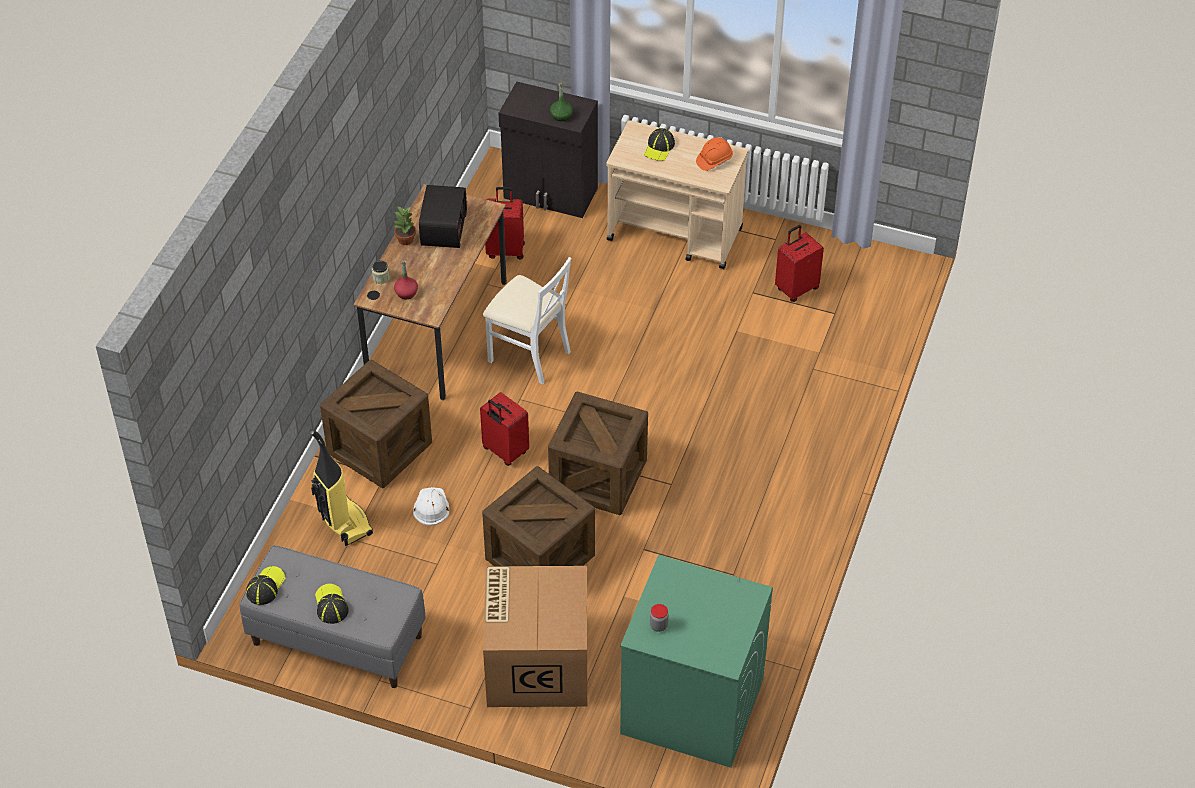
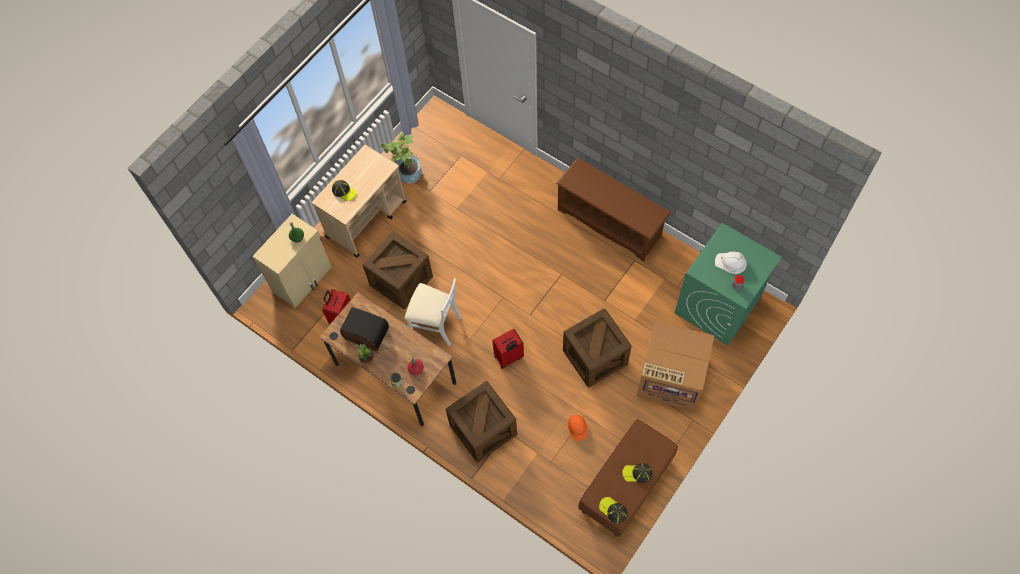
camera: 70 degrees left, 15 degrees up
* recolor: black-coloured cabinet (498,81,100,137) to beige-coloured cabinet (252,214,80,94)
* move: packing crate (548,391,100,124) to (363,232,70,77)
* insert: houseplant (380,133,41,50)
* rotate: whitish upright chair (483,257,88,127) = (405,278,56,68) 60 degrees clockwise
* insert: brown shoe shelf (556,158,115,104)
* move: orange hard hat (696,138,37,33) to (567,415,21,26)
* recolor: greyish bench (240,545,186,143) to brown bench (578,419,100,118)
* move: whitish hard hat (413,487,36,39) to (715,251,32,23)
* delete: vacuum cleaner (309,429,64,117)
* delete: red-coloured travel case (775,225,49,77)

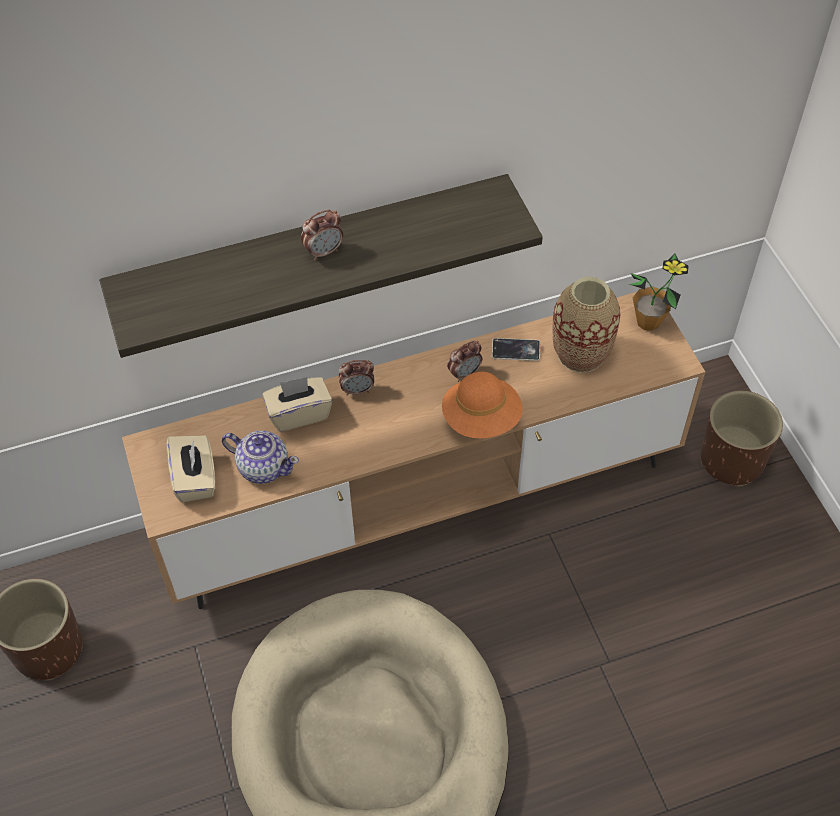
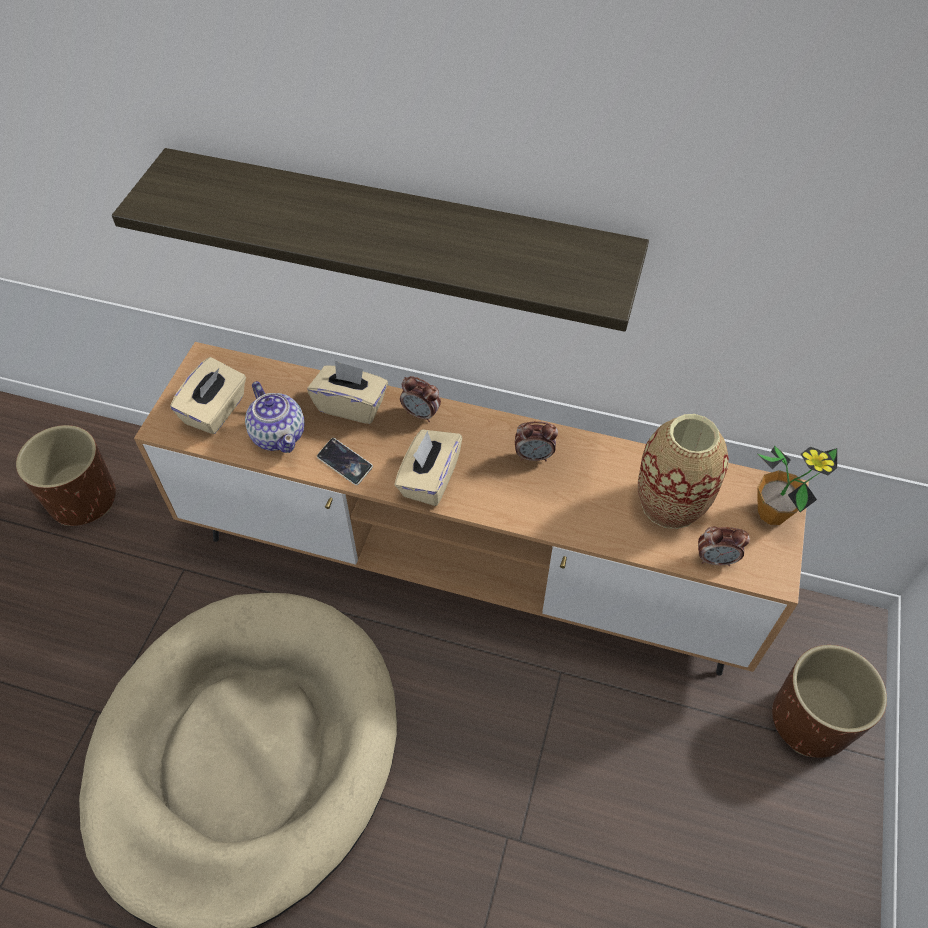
camera: 35 degrees right, 0 degrees up
* move: telephone (492,338,48,23) to (317,438,56,47)
* insert: beige-coloured tissue box (394,429,68,77)
* move: table clock (301,210,42,50) to (698,527,52,39)
* delete: orange wearable hat (442,372,81,67)

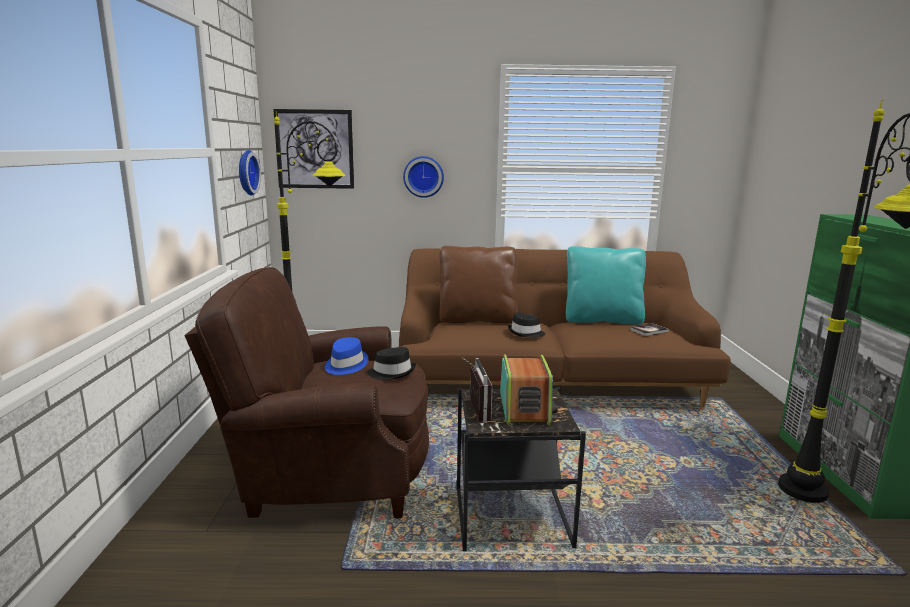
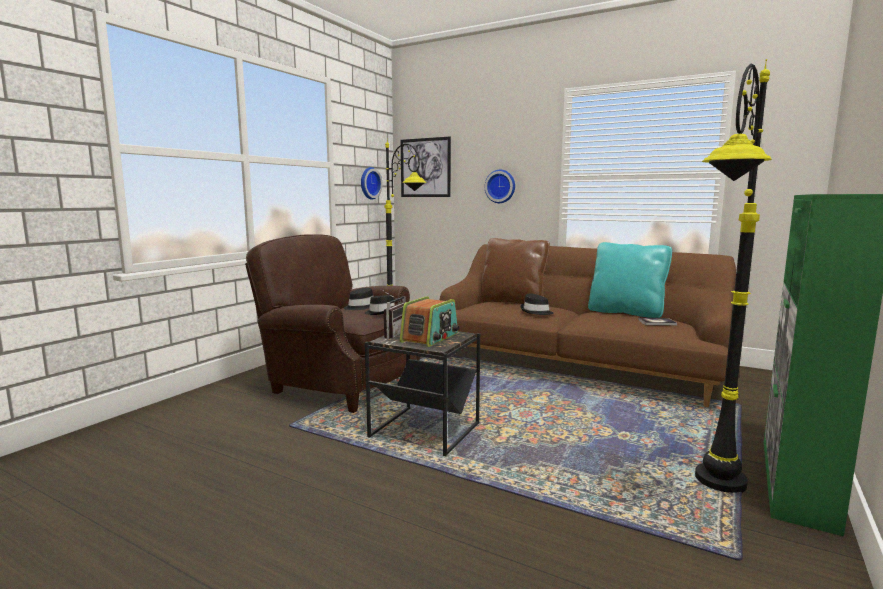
camera: 30 degrees right, 5 degrees down
* recolor: bluish wearable hat (325,337,44,38) to black-coloured wearable hat (344,288,29,22)

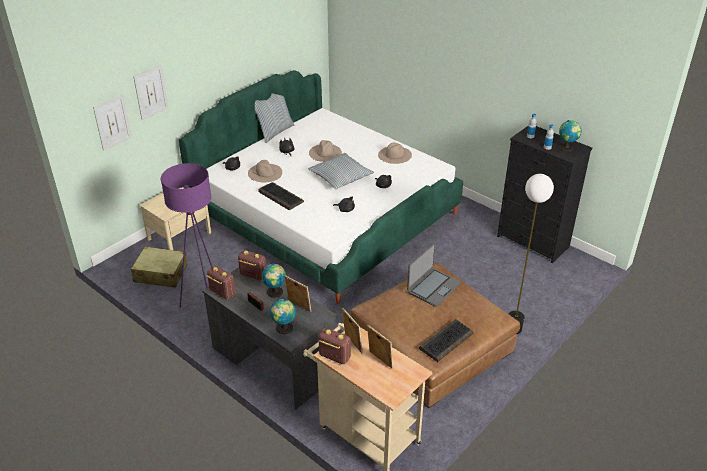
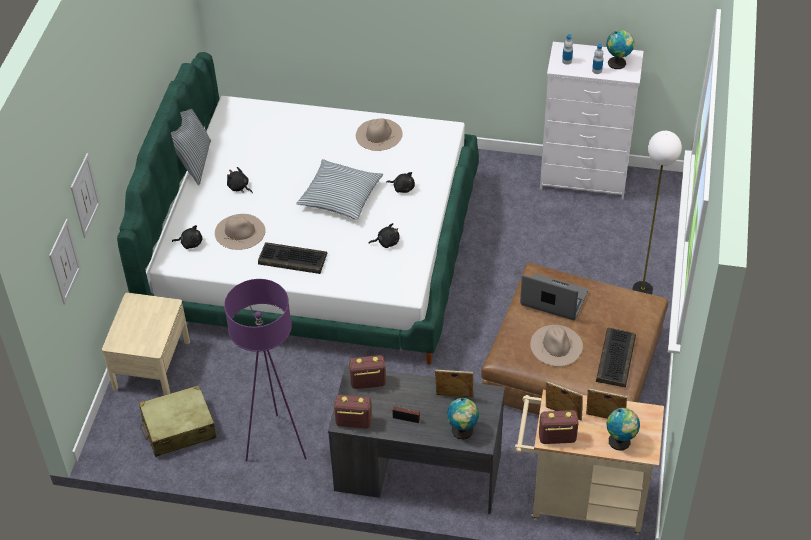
camera: 30 degrees left, 10 degrees up
* rotate: laptop (407,243,54,64) = (520,274,68,46) 75 degrees counterclockwise
* move: beige-coloured wearable hat (309,140,33,22) to (530,325,53,42)
* recolor: black-coloured chest of drawers (497,126,95,137) to whitish chest of drawers (540,42,104,157)
* move: desk globe (262,263,24,35) to (606,408,34,43)

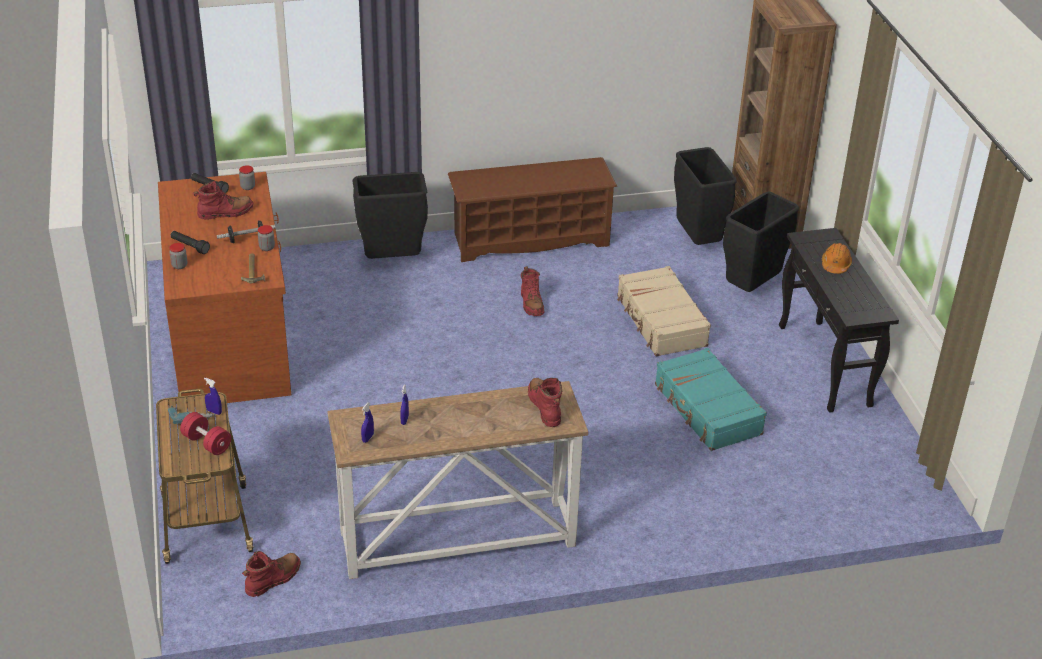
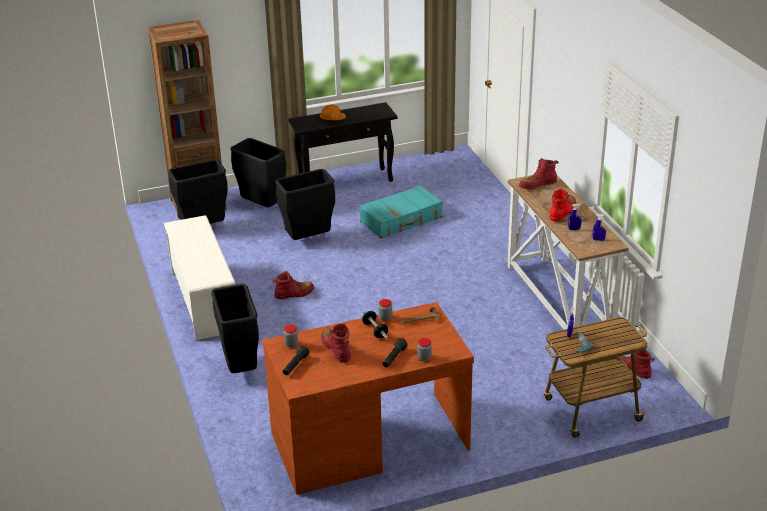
camera: 95 degrees left, 5 degrees down
* recolor: brown shoe shelf (448,157,170,105) to whitish shoe shelf (164,215,72,125)
* replace: beige-coloured travel case (617,266,94,91) to black-coloured waste bin (275,169,60,71)
* insert: red-coloured tall boot (550,189,26,33)
* delete: red-coloured hand weight (180,412,51,43)

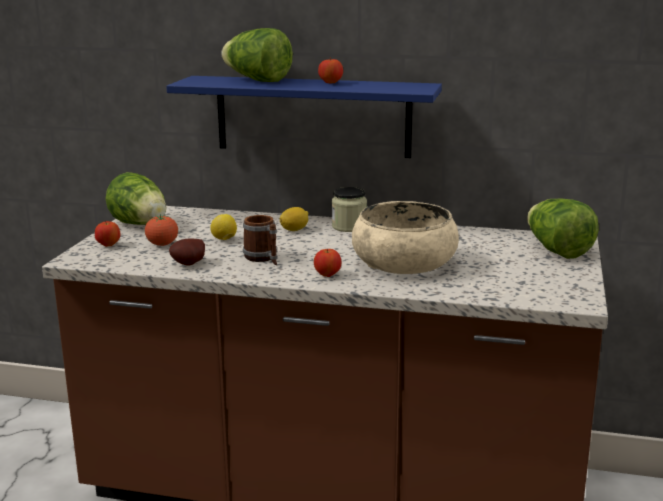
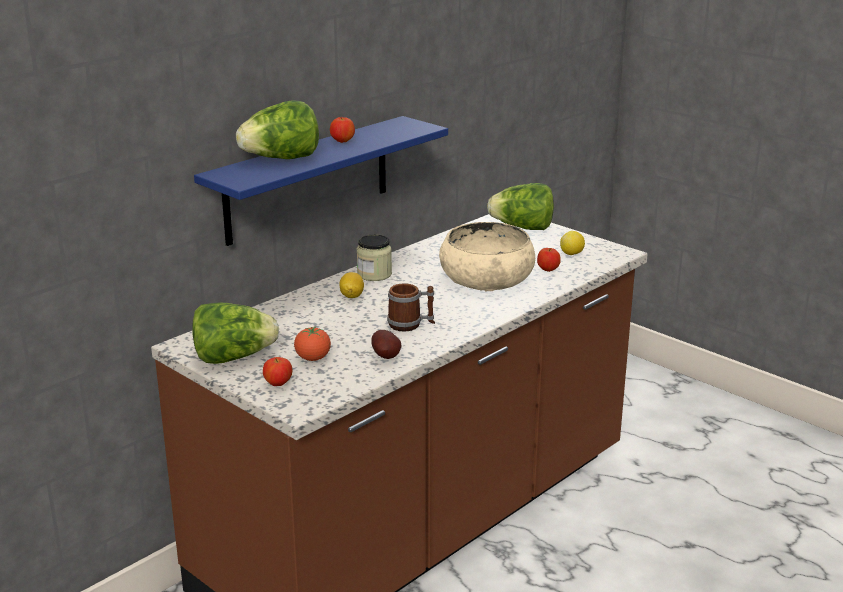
camera: 60 degrees left, 5 degrees up
* move: apple fruit (314,248,27,29) to (537,248,24,24)
* move: lemon (210,214,27,26) to (560,231,25,24)

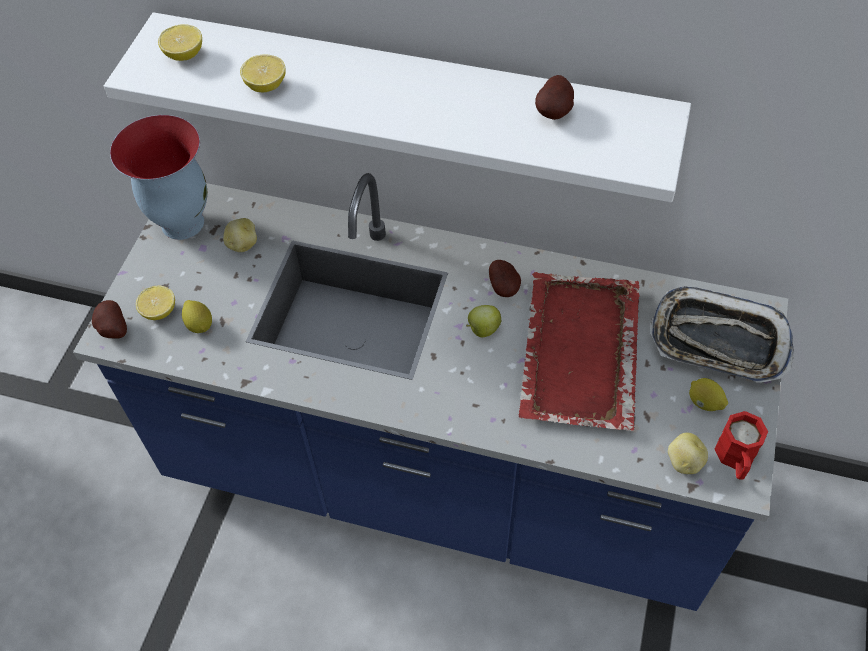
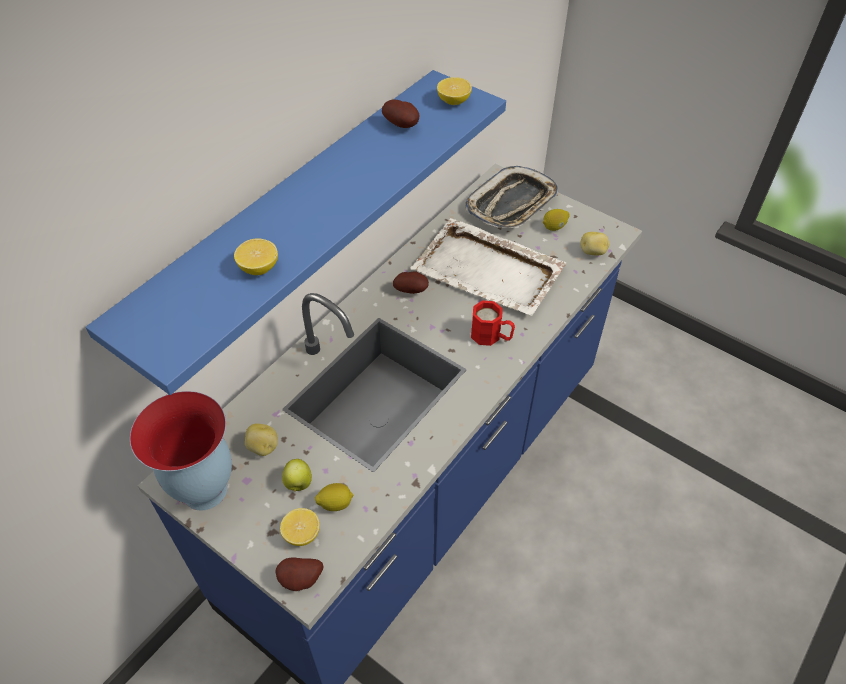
camera: 70 degrees left, 5 degrees down
* recolor: whitish bracket shelf (104,12,587,190) to bluish bracket shelf (86,70,420,325)
* move: apple fruit (466,305,35,32) to (282,459,30,33)
* recolor: red-coloured tray (518,272,122,159) to whitish tray (411,218,155,98)
* move: lemon (158,24,44,37) to (437,77,35,28)
* move: red-coloured tea mug (714,411,54,69) to (471,300,44,46)

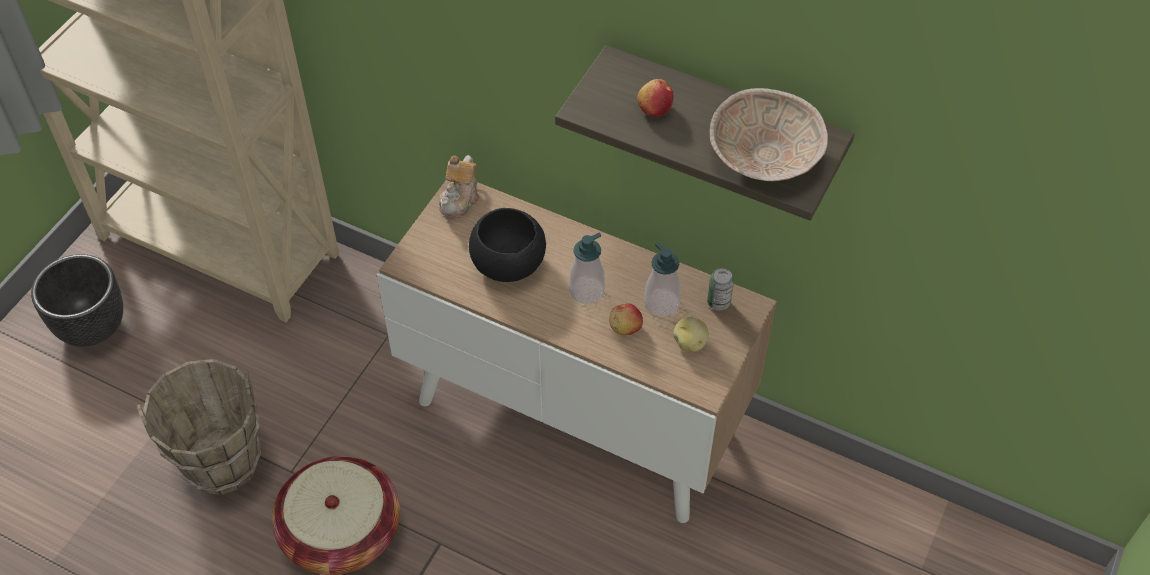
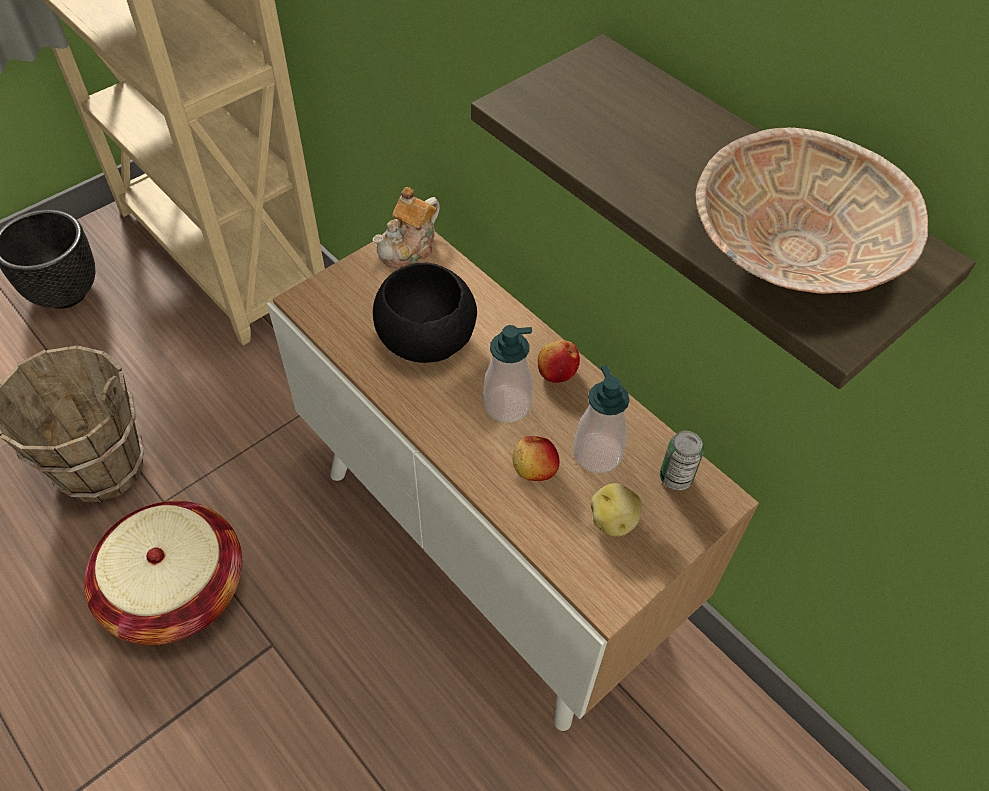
camera: 20 degrees right, 0 degrees up
* move: apple fruit (637,79,37,38) to (538,340,42,43)

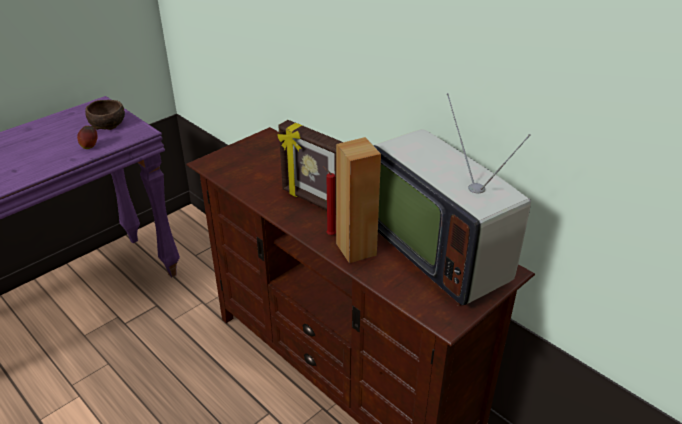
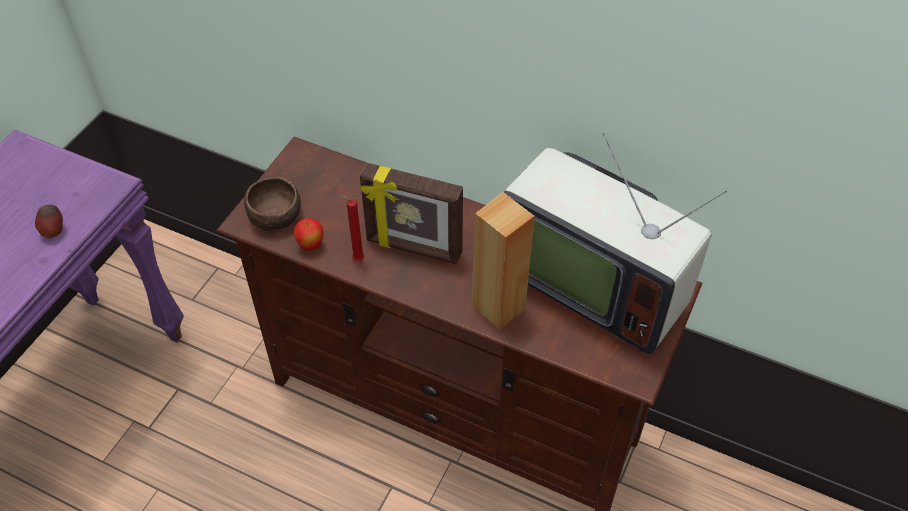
camera: 20 degrees left, 15 degrees up
* move: brown deep dish (85,100,40,30) to (244,177,57,54)
* insert: apple fruit (294,218,29,33)
* move: red-coloured candle (323,166,13,69) to (340,194,24,67)

